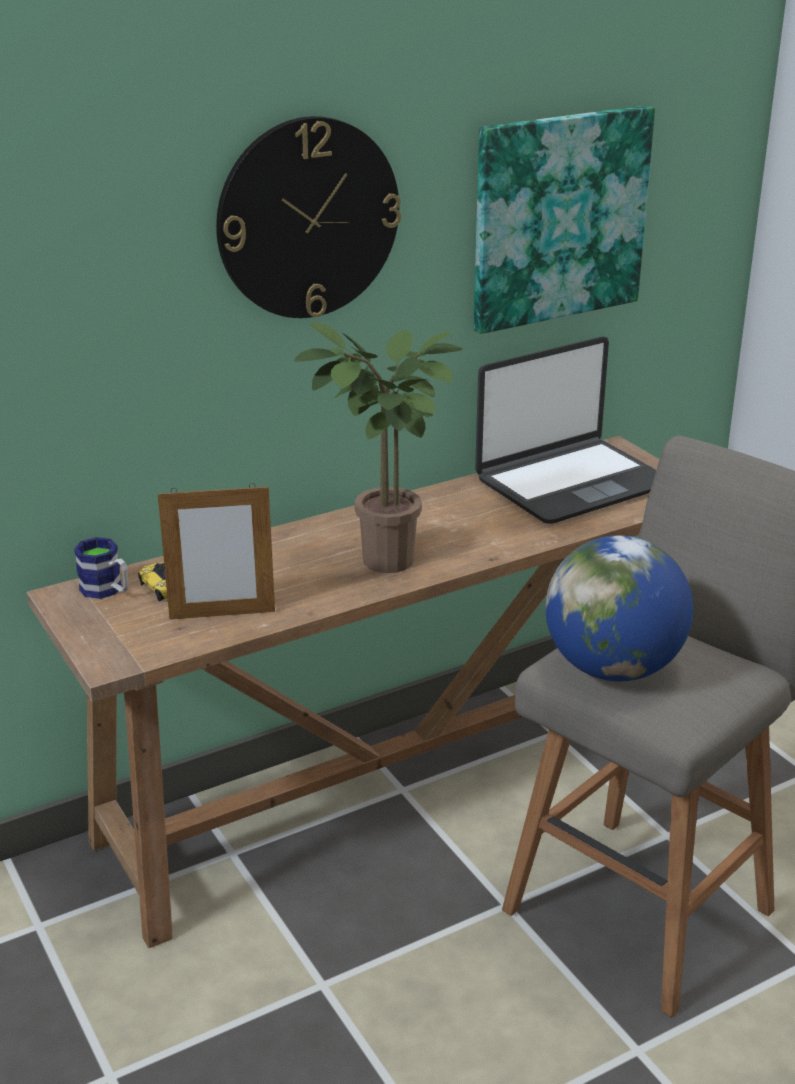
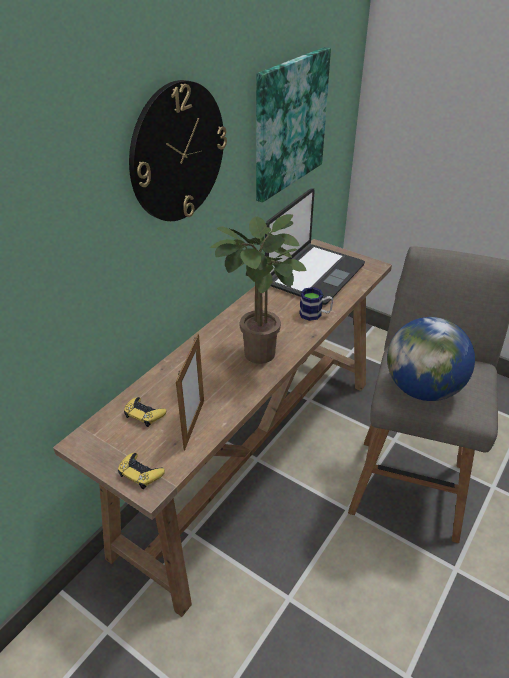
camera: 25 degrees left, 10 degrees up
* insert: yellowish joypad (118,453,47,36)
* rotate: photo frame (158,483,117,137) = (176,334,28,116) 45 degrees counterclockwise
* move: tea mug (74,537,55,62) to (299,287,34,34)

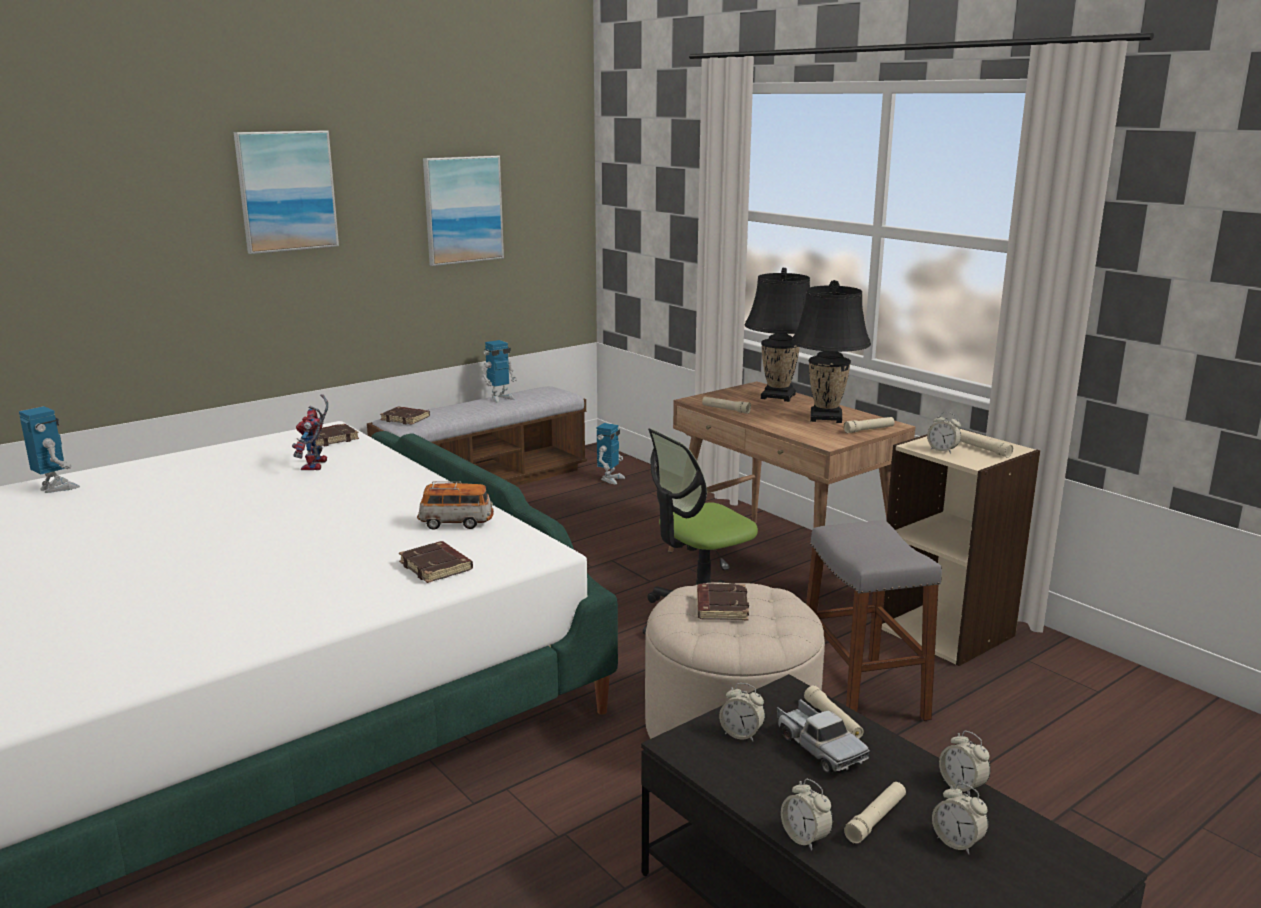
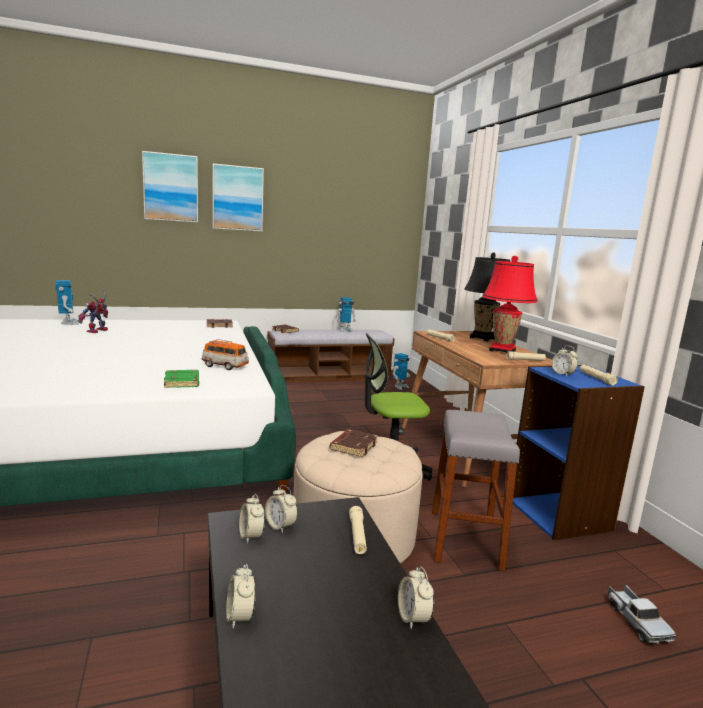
camera: 20 degrees right, 5 degrees down
* move: model robot (292,394,36,76) to (78,290,30,43)
* move: wall picture (423,155,81,111) to (142,151,56,71)
* recolor: brown bound book (399,541,74,42) to green-coloured bound book (164,370,35,18)
* move: table clock (932,783,56,72) to (239,494,26,50)
* recolor: black-coloured lamp for a table (791,280,80,143) to red-coloured lamp for a table (482,256,56,98)
* recolor: beige-coloured bookshelf (882,429,158,237) to bluish bookshelf (513,365,132,175)
* move: toy lorry (777,699,93,75) to (608,585,68,59)
* delete: beige-coloured torch (844,782,62,62)

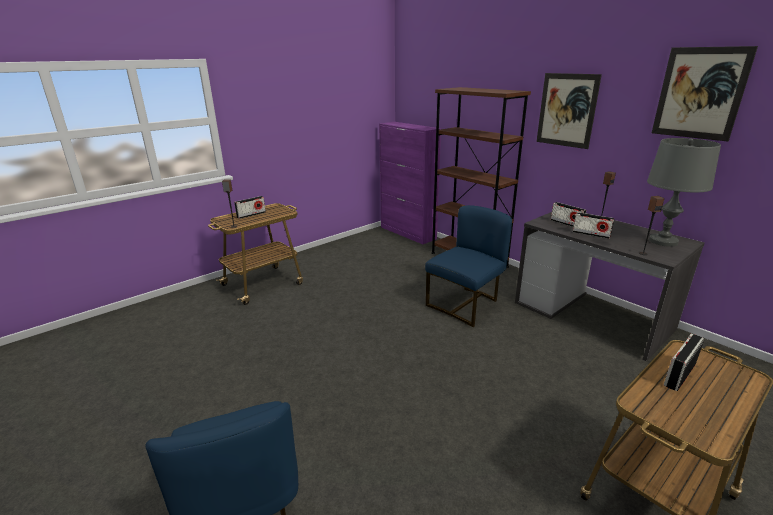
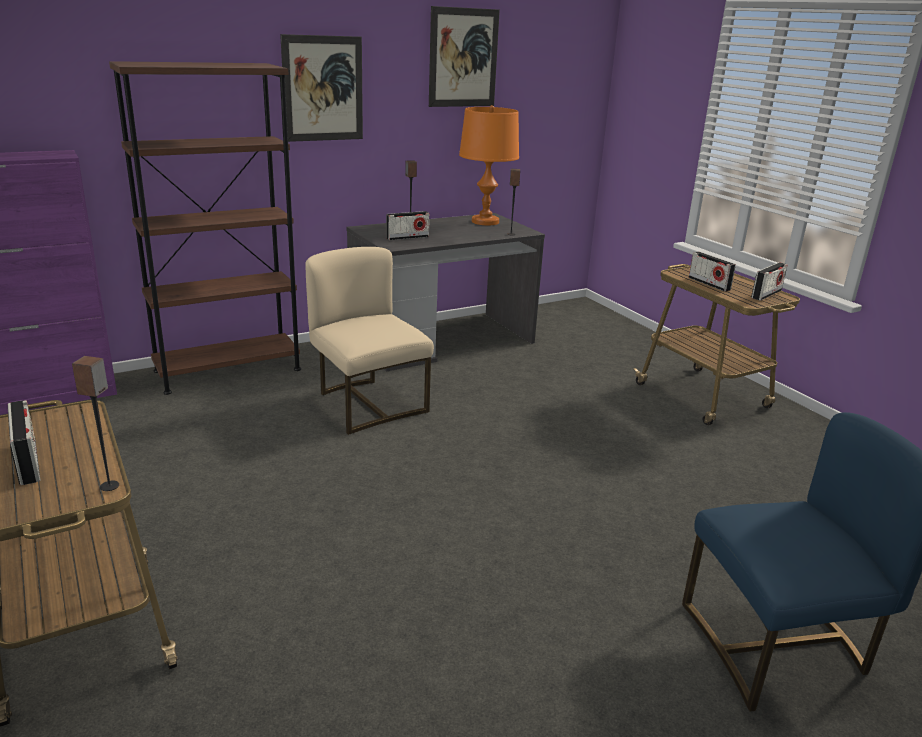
camera: 80 degrees left, 0 degrees up
* recolor: bluish upright chair (425,205,87,122) to beige-coloured upright chair (305,247,129,188)
* recolor: greyish lamp for a table (647,138,74,109) to orange lamp for a table (459,105,60,120)
* move: radio set (573,212,41,27) to (751,262,36,39)

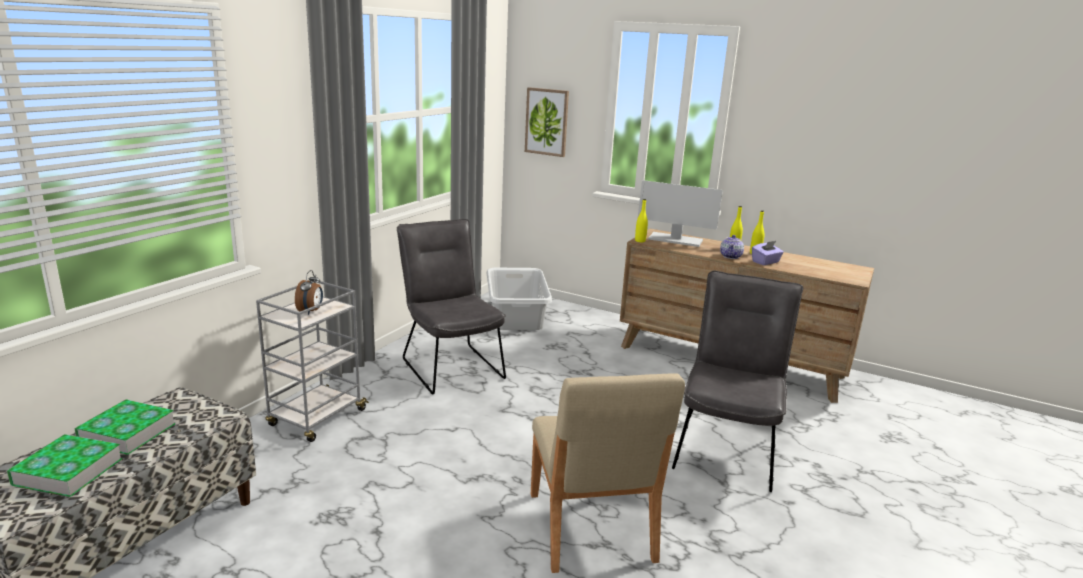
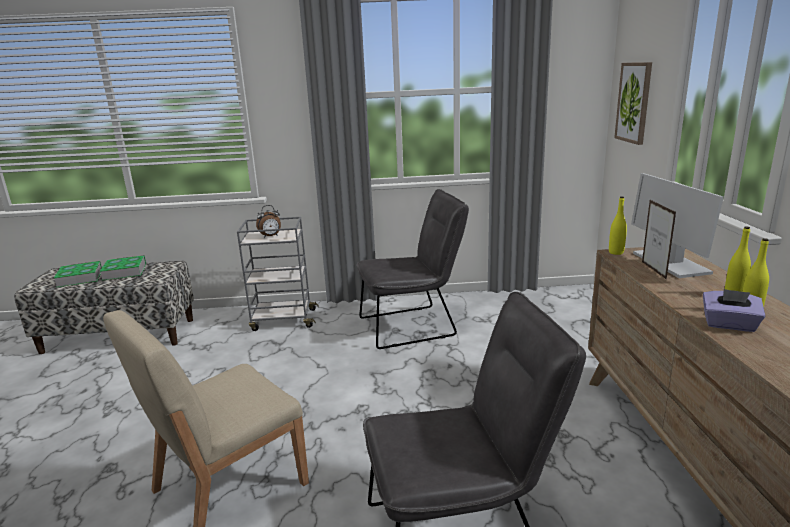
camera: 60 degrees right, 0 degrees up
* rotate: greyish upright chair (397,219,109,175) = (357,189,112,160) 45 degrees clockwise
* insert: photo frame (642,200,34,80)
* delete: greyish laundry basket (487,268,65,62)
* delete: pot for tea (720,235,24,24)

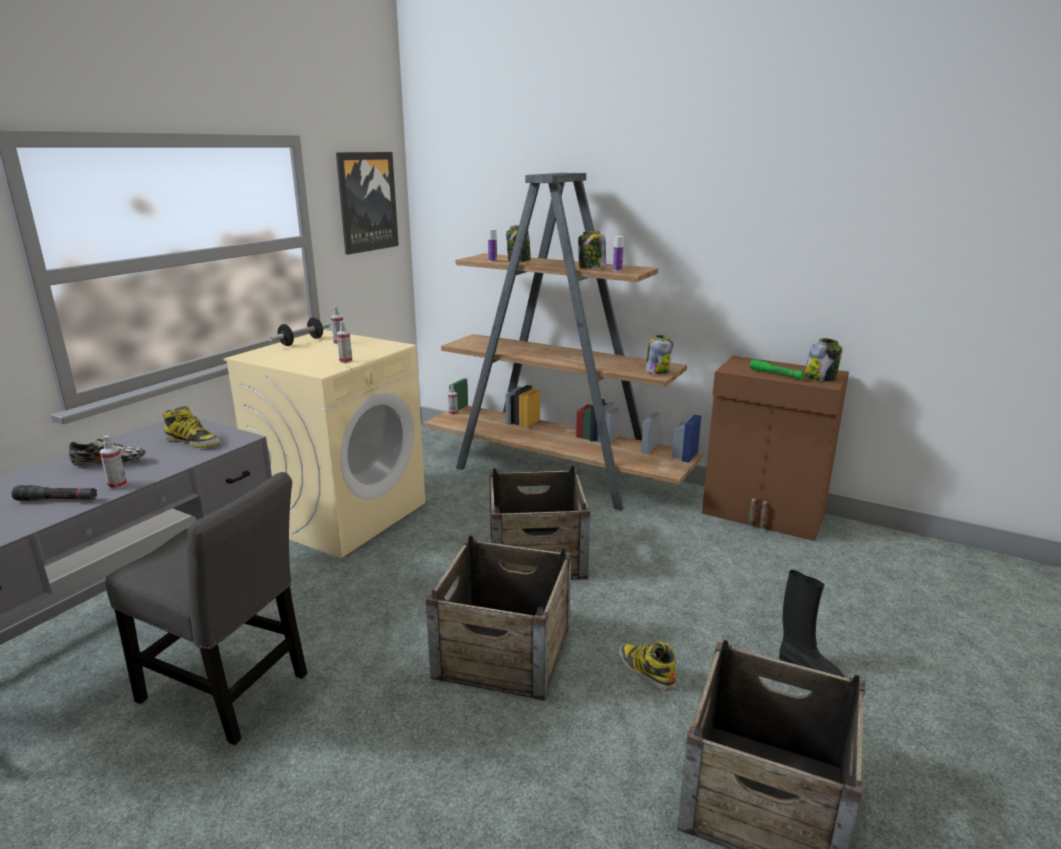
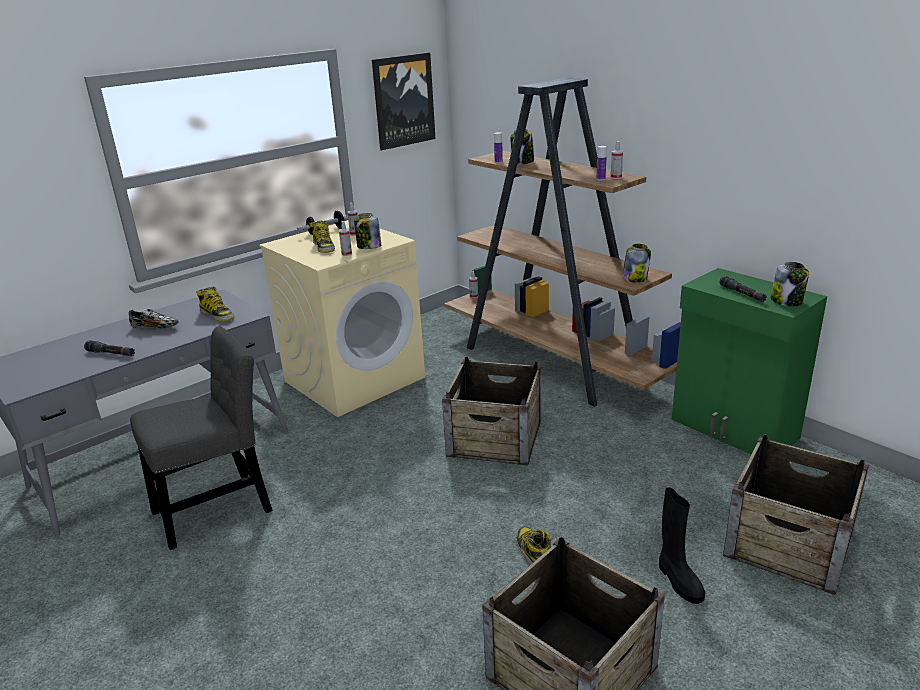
camera: 20 degrees right, 5 degrees up
* rotate: greyish upright chair (105,472,202,273) = (130,327,142,223) 75 degrees counterclockwise
* insert: tall boot (310,221,25,32)
* move: preserve jar (578,231,28,38) to (354,213,27,36)
* move: spray bottle (100,435,27,54) to (611,141,12,38)
* recolor: brown cabinet (702,356,147,185) to green-coloured cabinet (672,268,155,186)
* recolor: green-coloured torch (750,359,55,21) to black-coloured torch (720,276,47,26)
* move: packing crate (426,535,145,166) to (723,434,146,161)

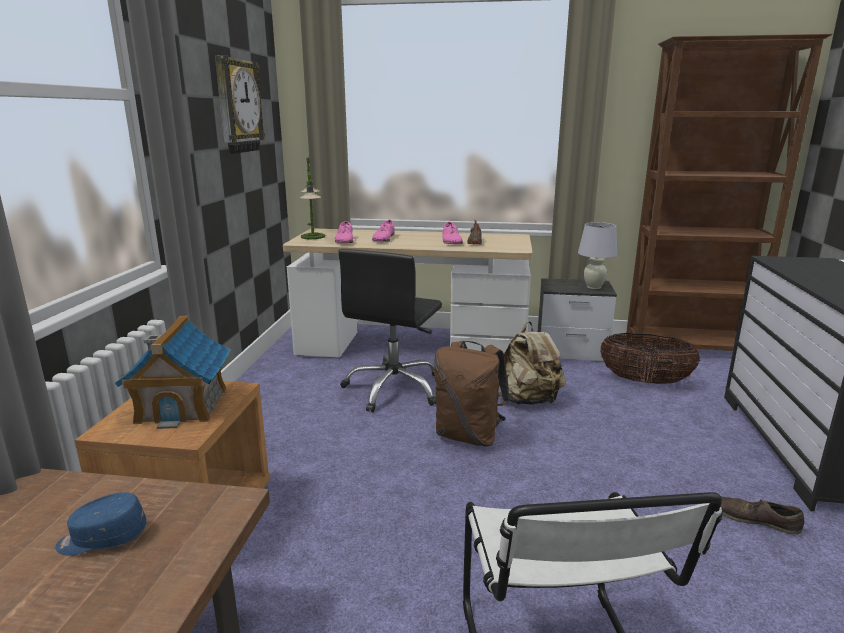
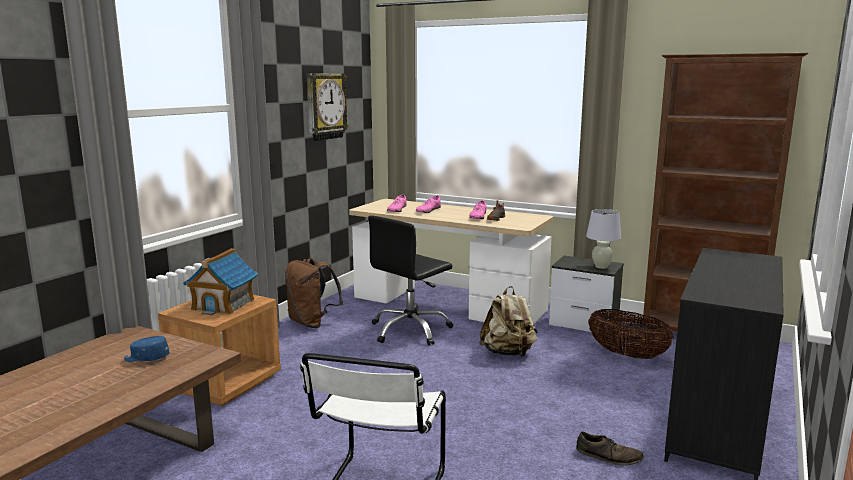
camera: 20 degrees right, 5 degrees down
* move: brown rucksack (434,341,76,106) to (285,258,58,70)
* rotate: brown item of footwear (721,496,83,39) = (576,432,68,34) 150 degrees clockwise
* delete: lamp for a table (300,158,25,81)

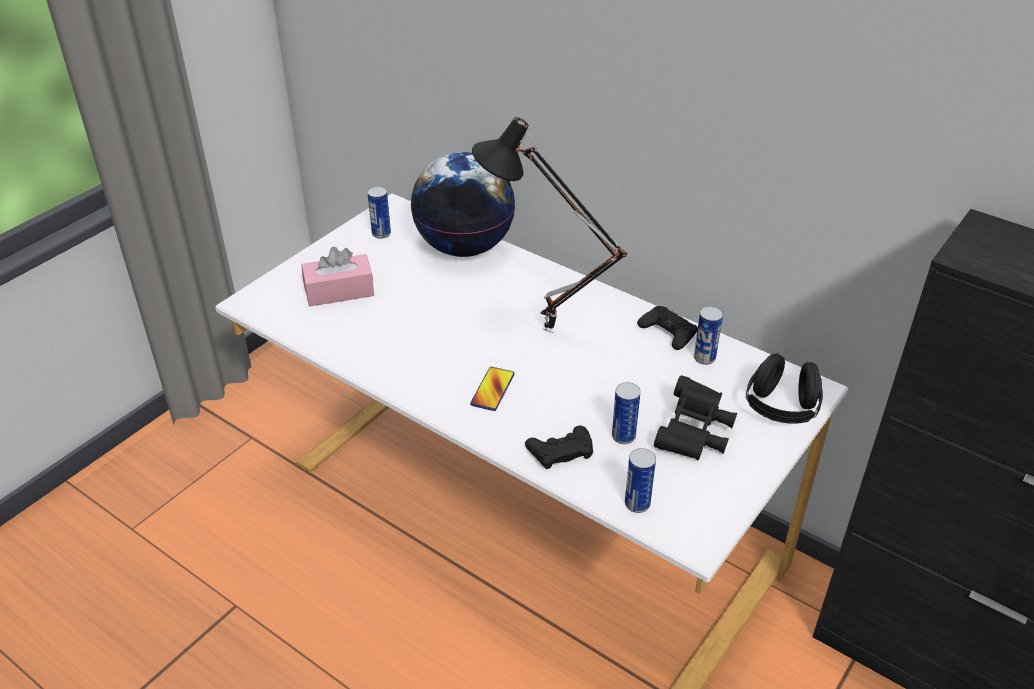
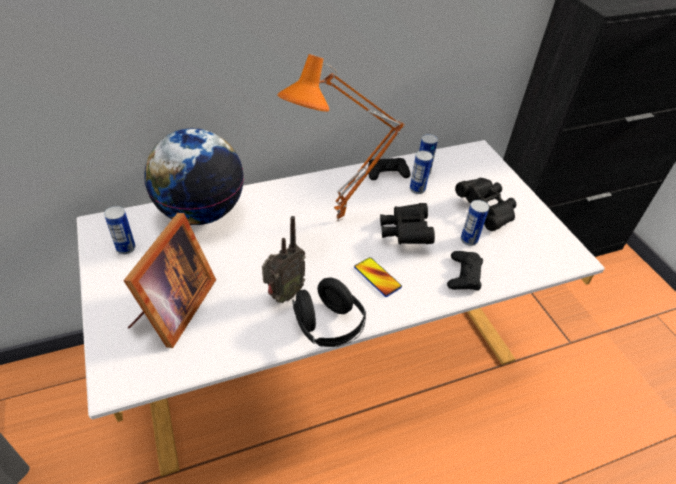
camera: 60 degrees left, 5 degrees up
* replace: pinkish tissue box (301,246,73,60) to photo frame (124,213,92,135)
* insert: radio set (262,216,44,87)
* recolor: black-coloured lamp for a table (472,117,156,216) to orange lamp for a table (277,54,128,167)
* move: black-coloured pair of headphones (746,354,77,70) to (292,277,74,70)
* insert: black-coloured pair of binoculars (380,203,55,41)
* move: can (625,448,31,65) to (410,151,23,43)

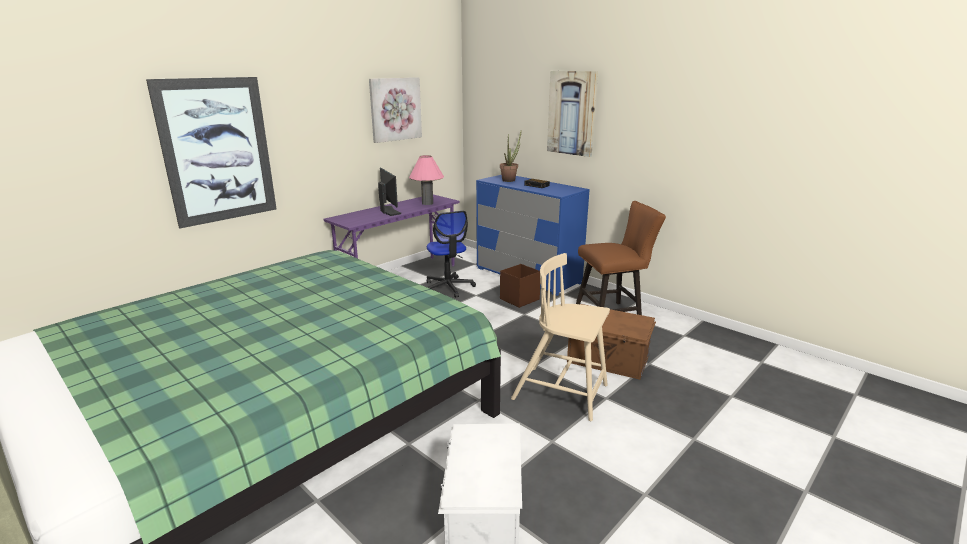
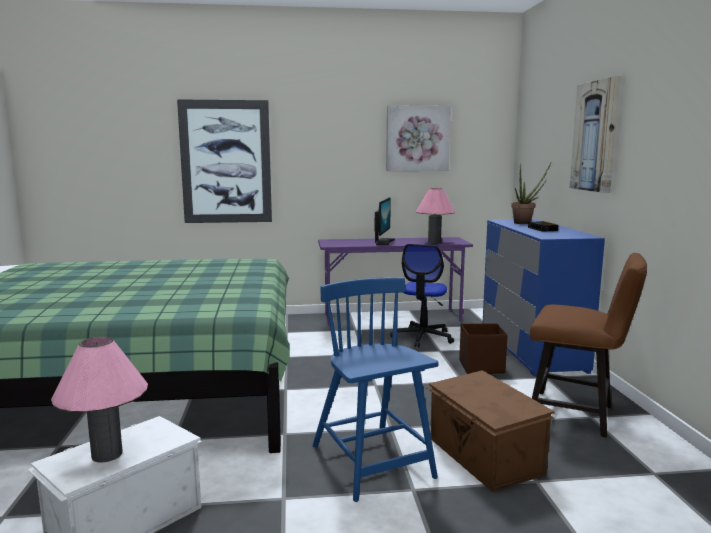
camera: 40 degrees right, 10 degrees down
* insert: pinkish lamp for a table (51,337,97,125)
* recolor: beige-coloured upright chair (511,253,99,168) to bluish upright chair (312,277,127,225)

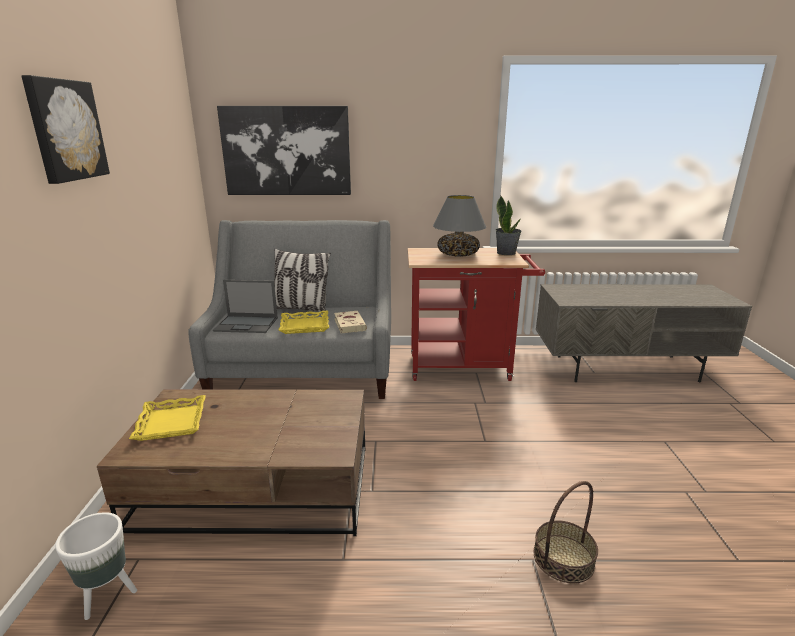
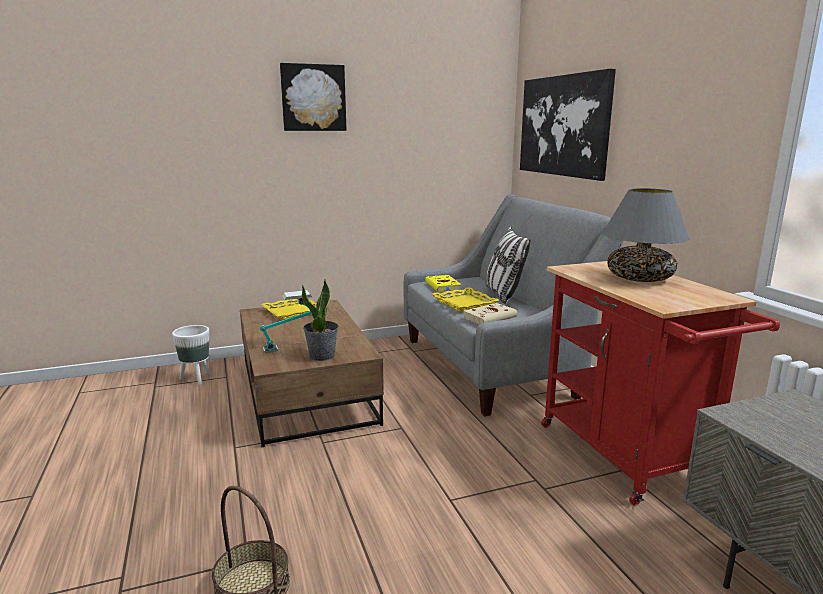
camera: 70 degrees right, 5 degrees down
* insert: lamp for a table (260,290,52,63)
* move: houseplant (496,196,26,59) to (302,279,37,82)
* replace: laptop (213,280,65,53) to yellowish bound book (425,275,36,17)

